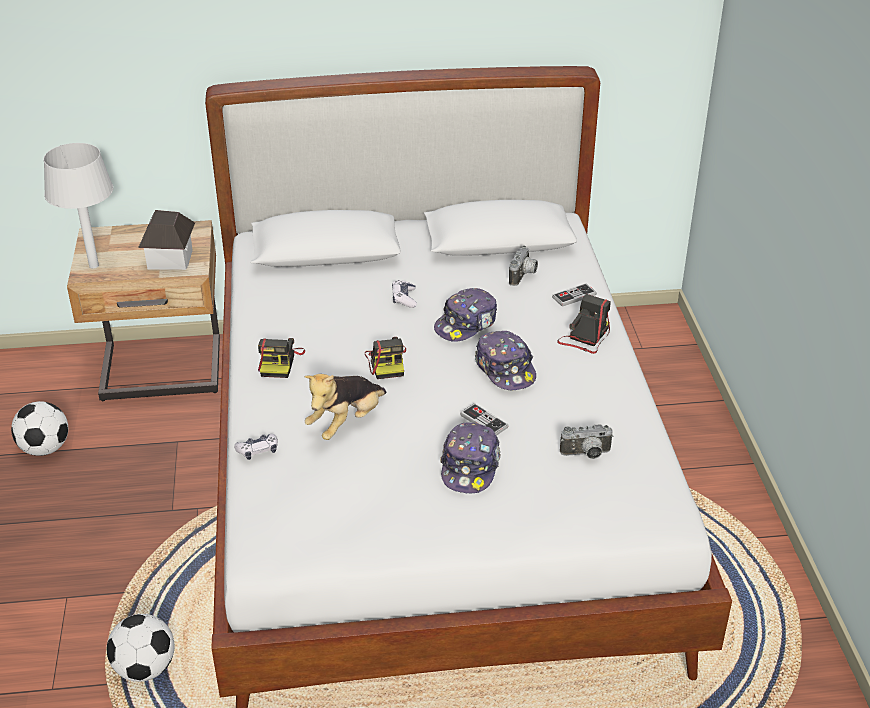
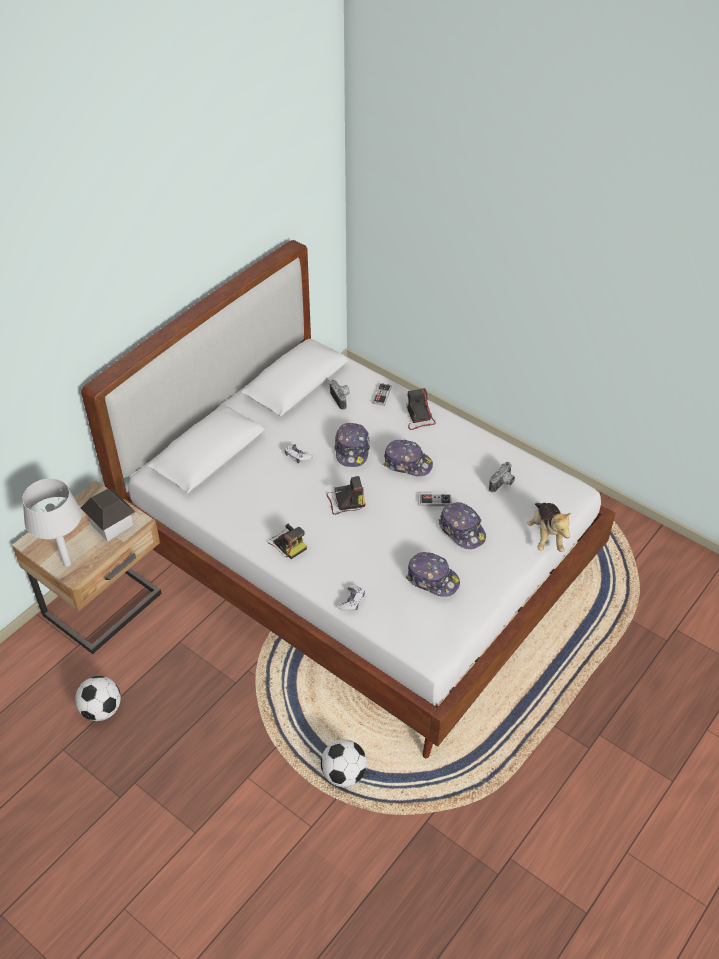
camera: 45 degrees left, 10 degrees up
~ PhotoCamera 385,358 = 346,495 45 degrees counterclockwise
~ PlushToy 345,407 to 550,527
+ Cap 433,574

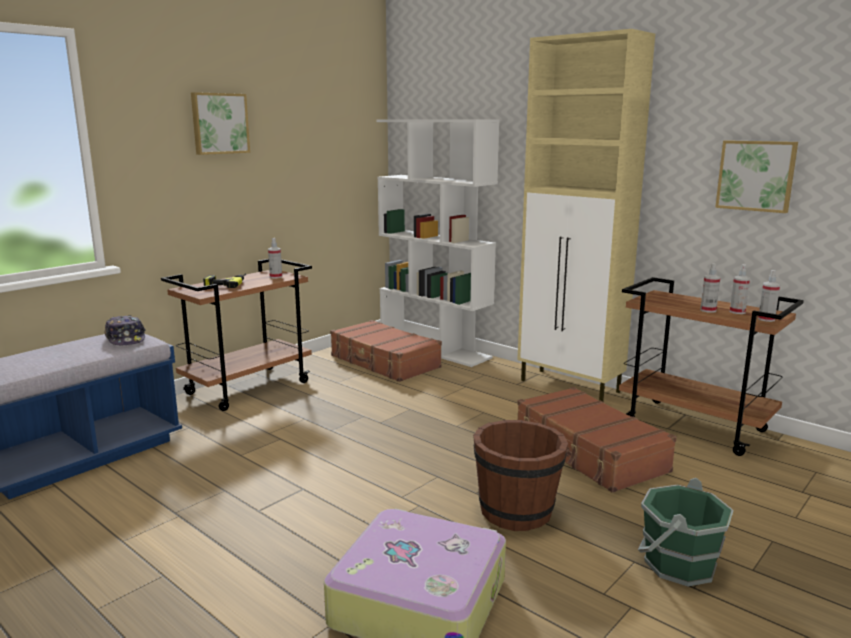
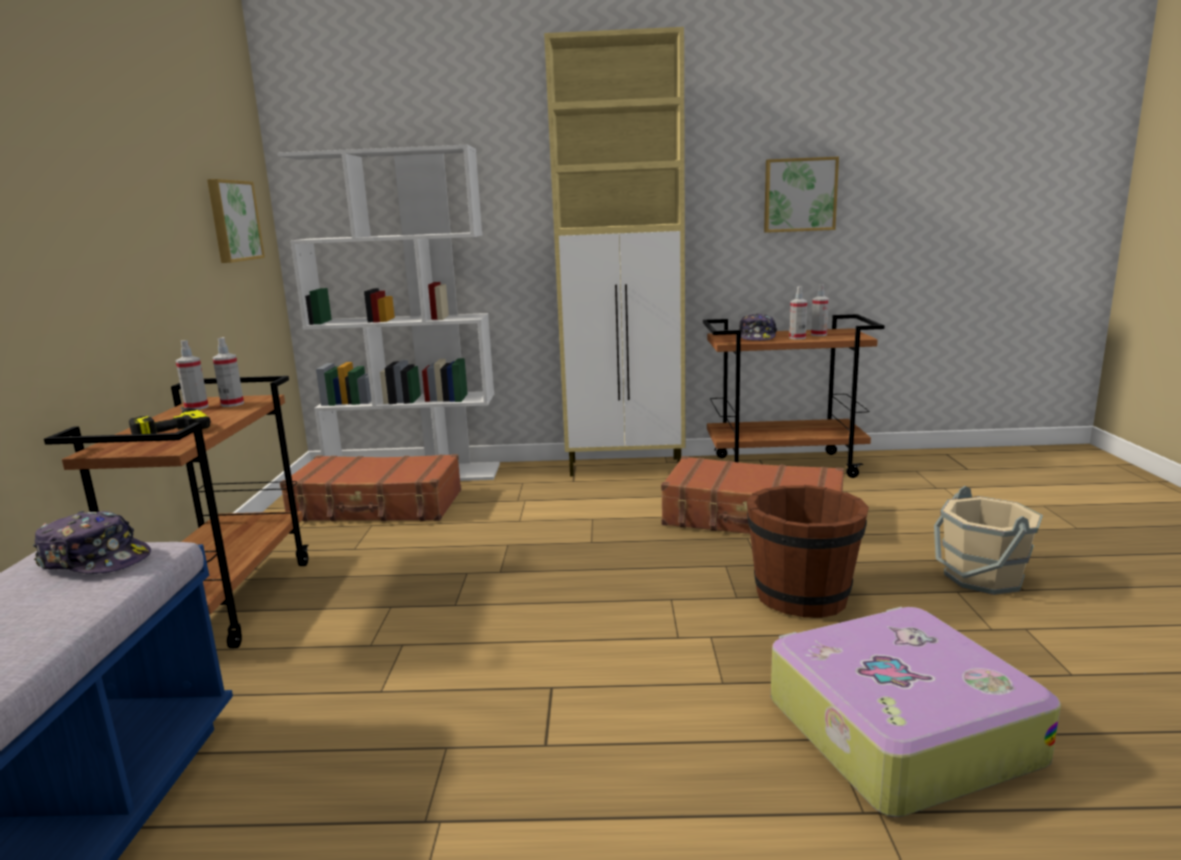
camera: 40 degrees left, 0 degrees up
~ Picture 220,123 to 236,221
~ SprayBottle 769,296 to 192,375
~ GreenBucket 686,532 to BeigeBucket 988,540
+ Cap 757,327

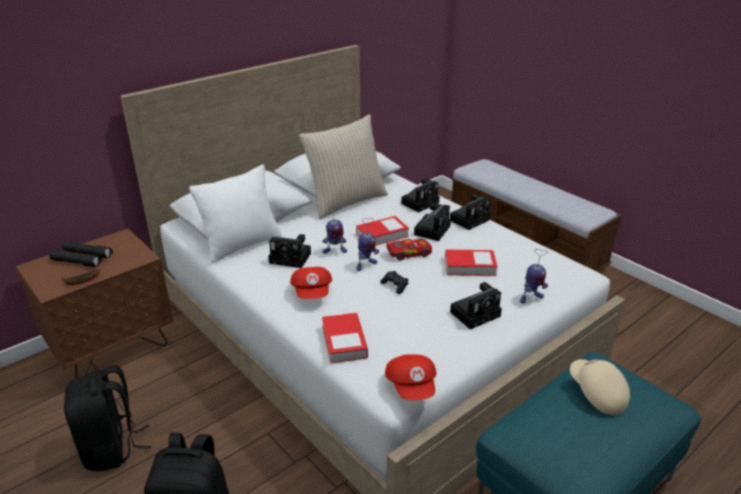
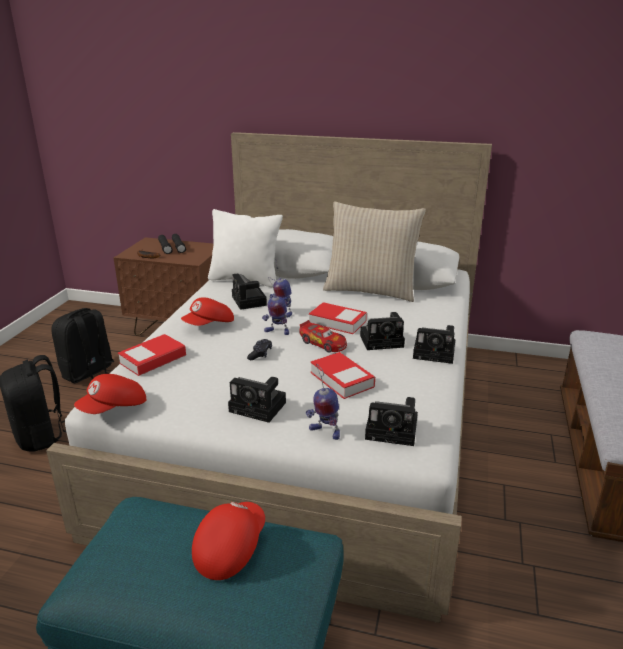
camera: 55 degrees right, 5 degrees down
~ PhotoCamera 420,195 to 391,421
~ BeigeCap 600,387 to RedCap 228,541

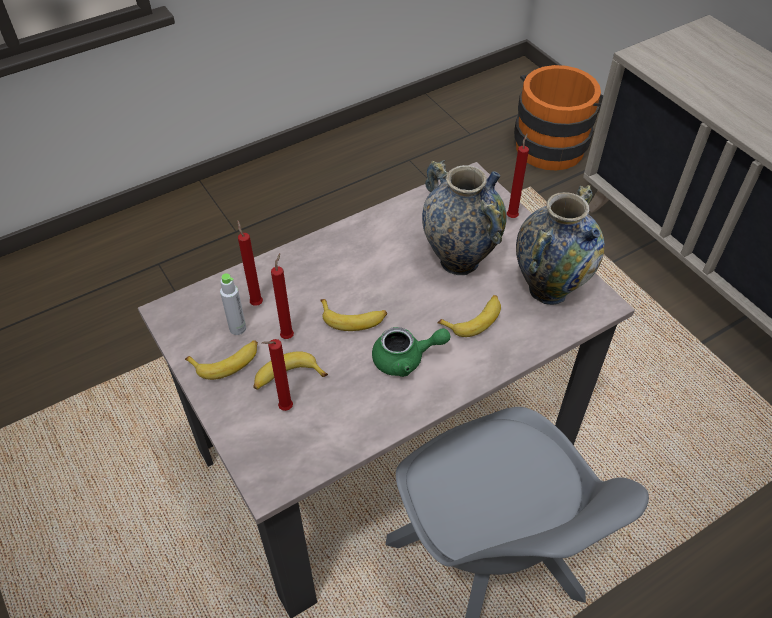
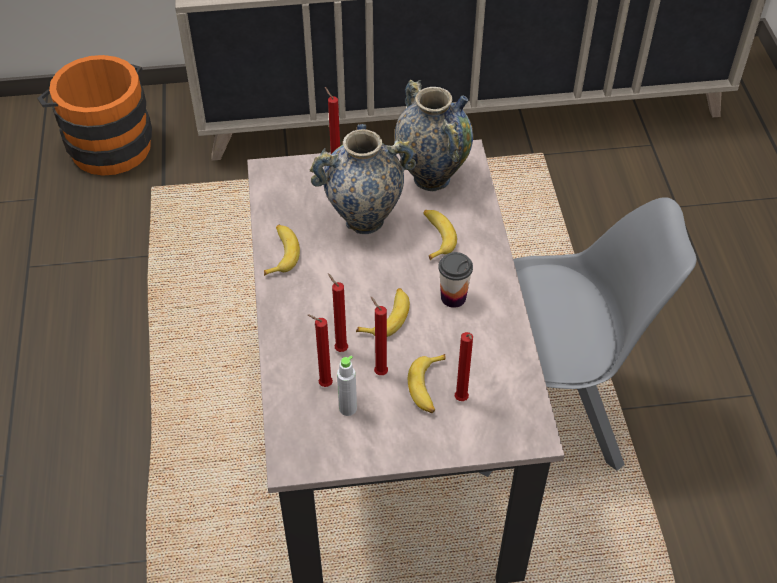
camera: 65 degrees left, 0 degrees up
~ GreenTeapot 411,352 to Cup 455,280
~ Banana 221,360 to 282,250
+ RedCandle 338,312

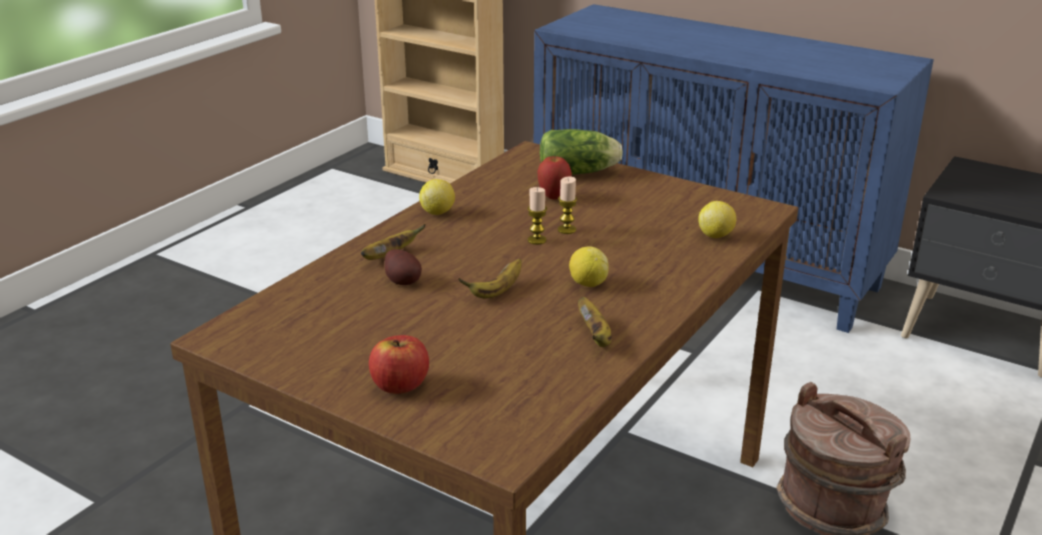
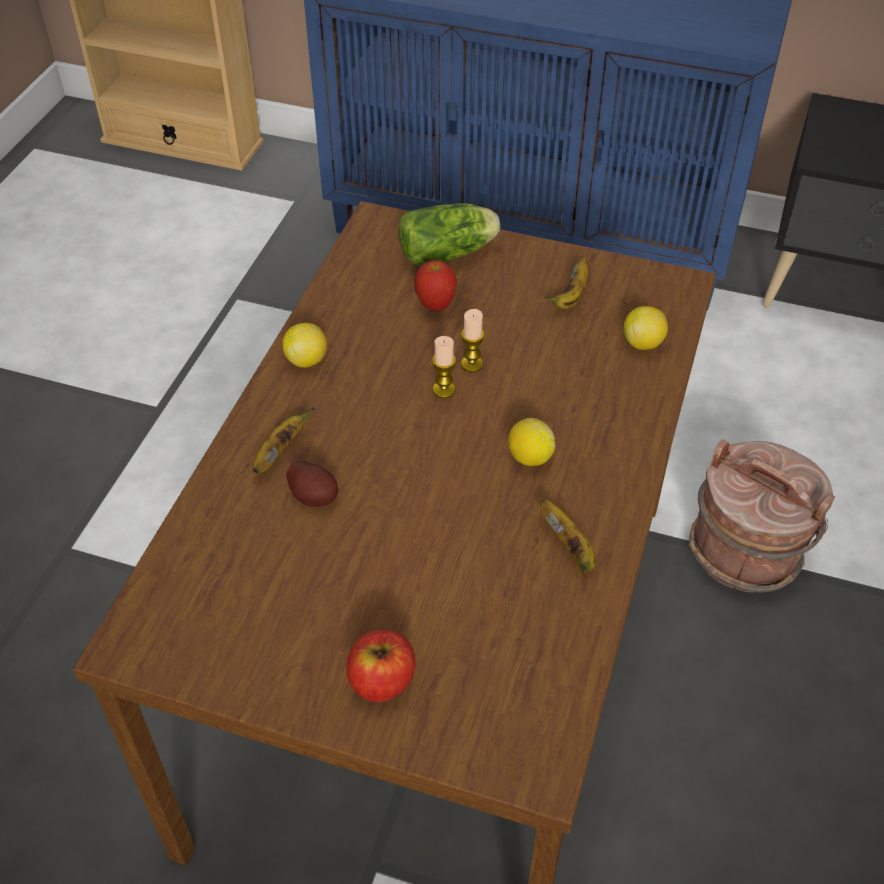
camera: 15 degrees left, 20 degrees up
~ Banana 490,278 to 566,282

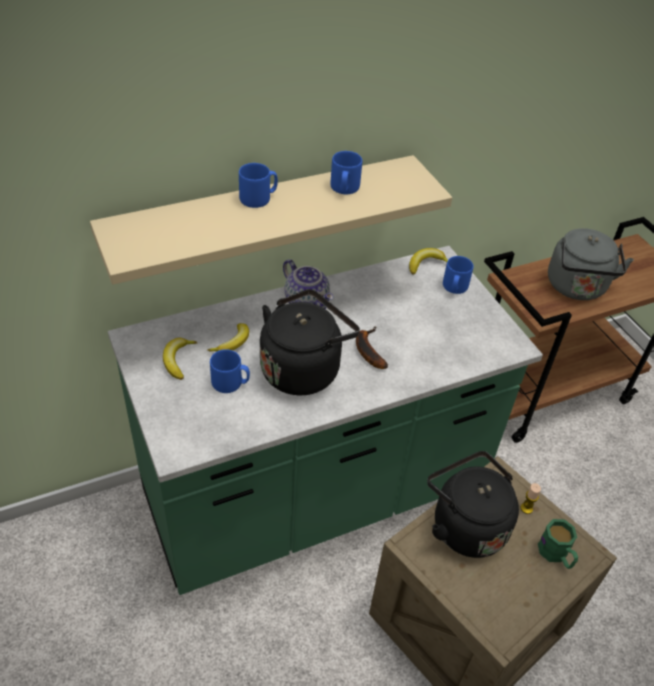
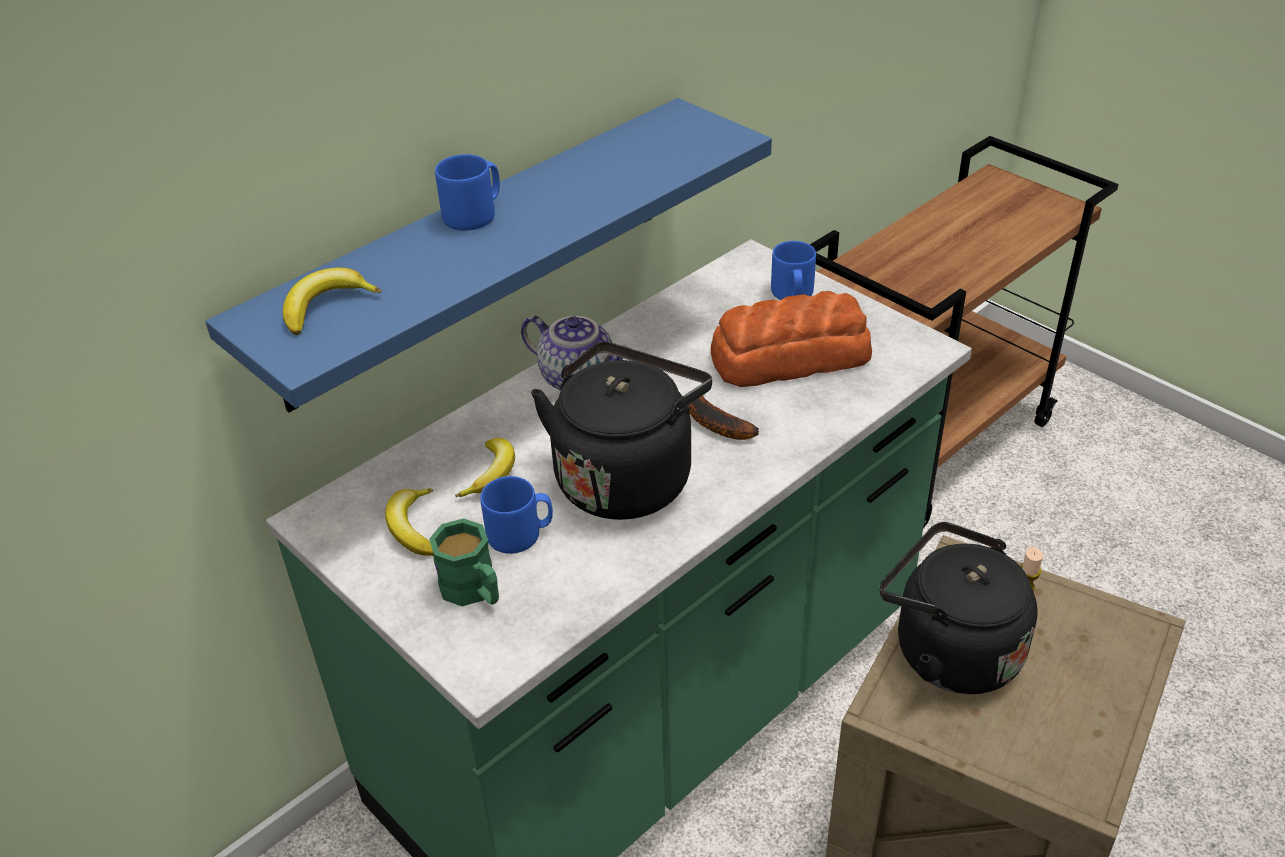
camera: 15 degrees left, 5 degrees down
- BlueMug 346,172
~ BeigeShelf 271,220 to BlueShelf 488,255
- GreyKettle 591,264
~ Banana 428,261 to 332,301
~ GreenMug 558,544 to 464,562
+ Bread 791,339

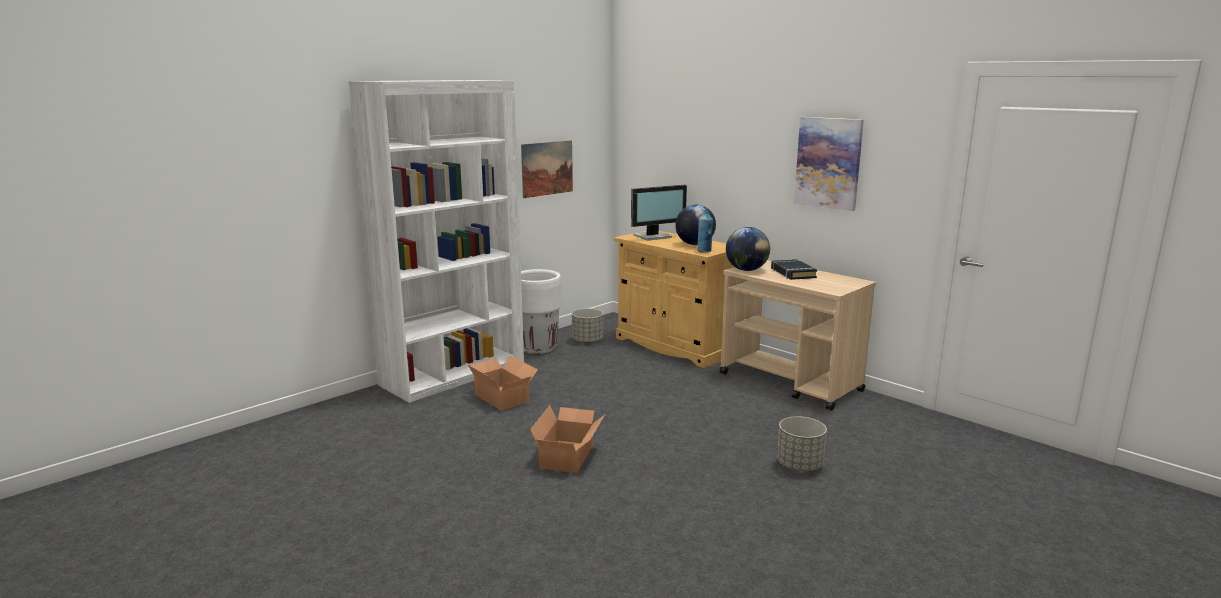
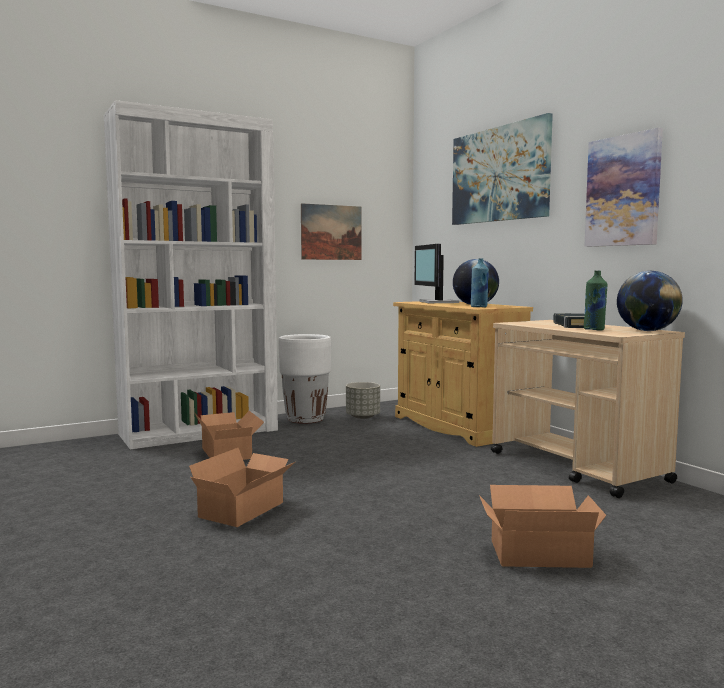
camera: 15 degrees right, 10 degrees down
~ Monitor 659,213 = 436,273 90 degrees clockwise
~ Globe 748,249 to 650,301
~ GreyPlanter 802,443 to CardboardBox 543,526
+ Picture 502,169
+ GreenBottle 596,301

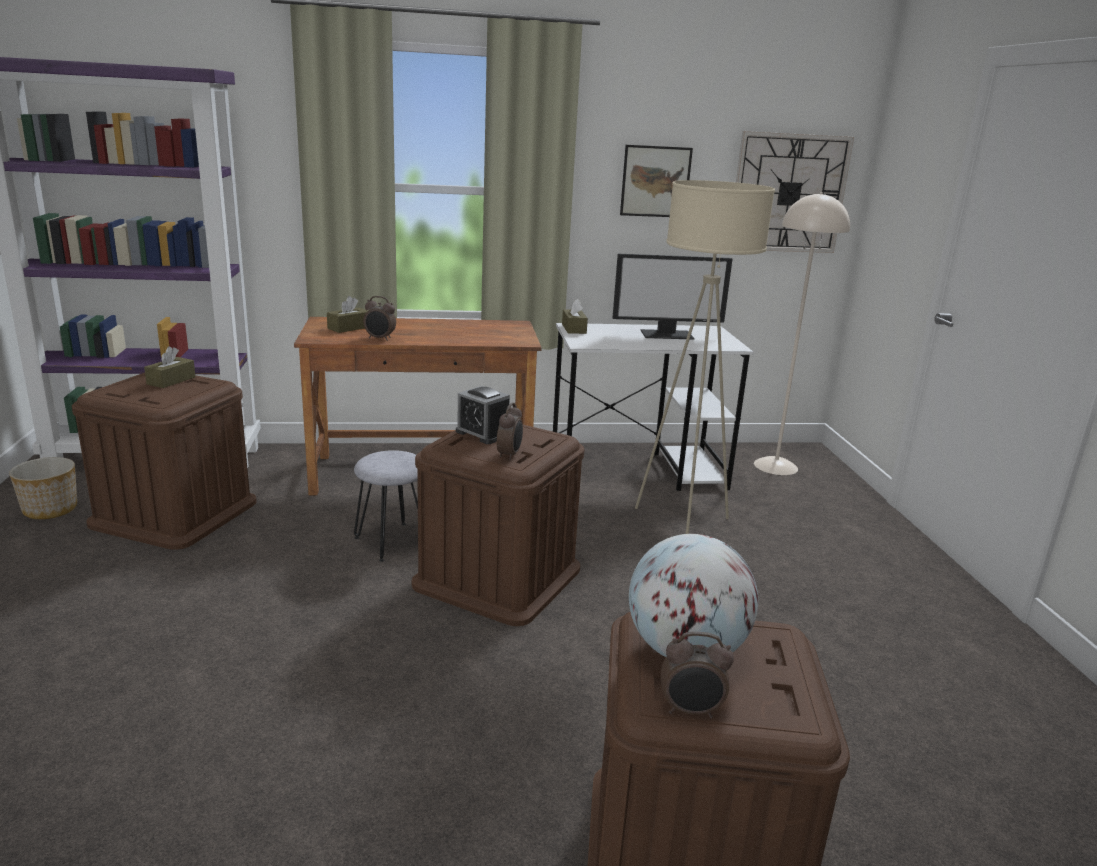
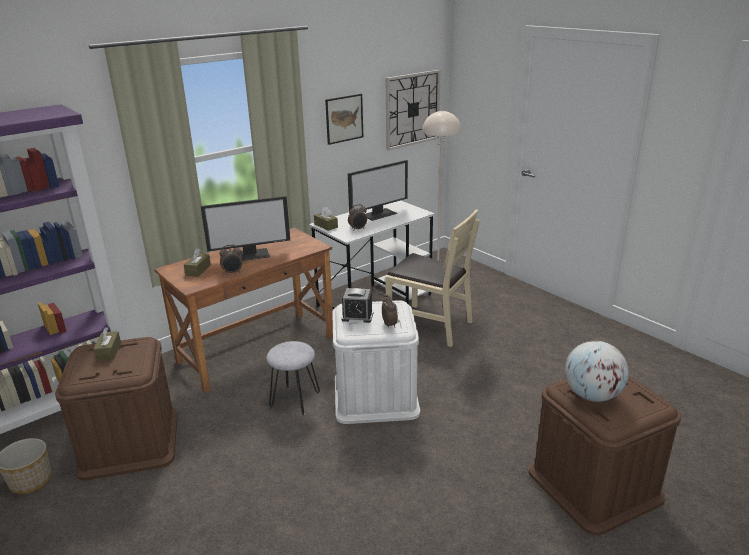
camera: 30 degrees left, 5 degrees up
~ BeigeFloorLamp 705,357 to BeigeChair 432,278
~ BrownStorageBox 498,525 to WhiteStorageBox 376,362
~ AlarmClock 697,674 to 357,217
+ Monitor 245,228

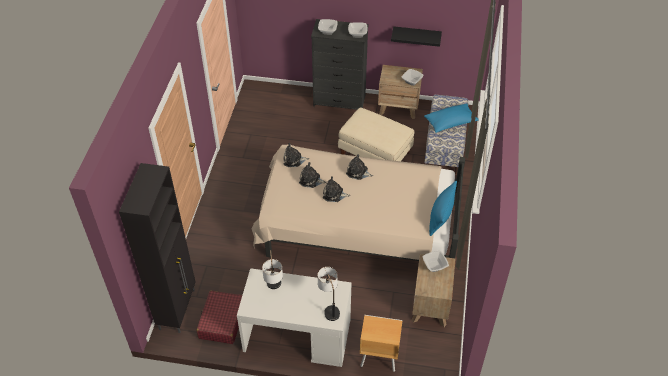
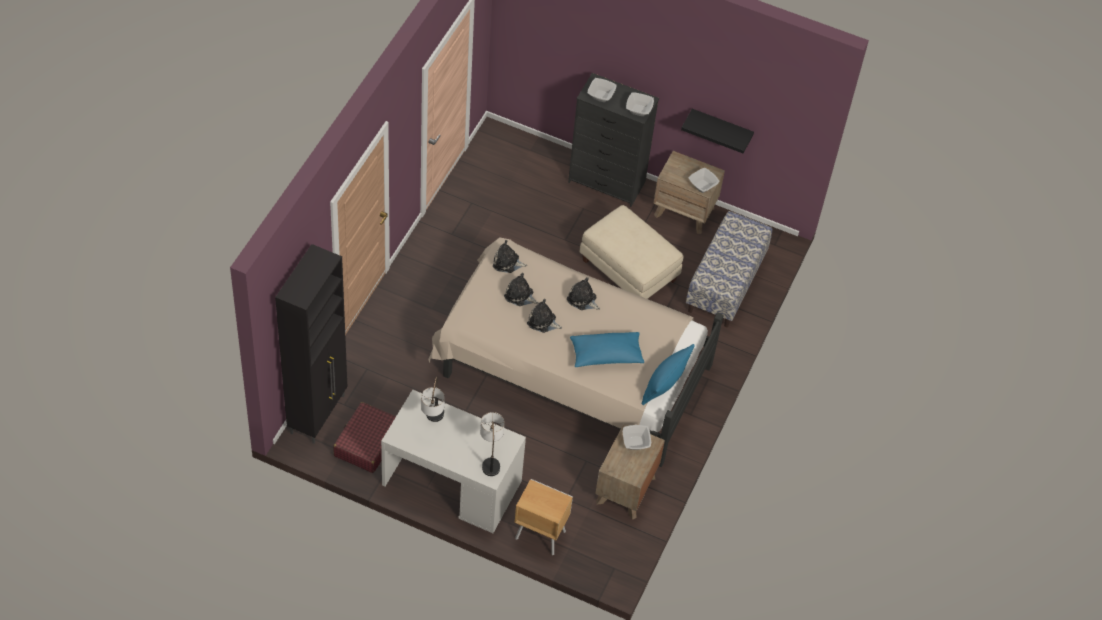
camera: 10 degrees right, 5 degrees up
~ BluePillow 451,118 to 607,349

